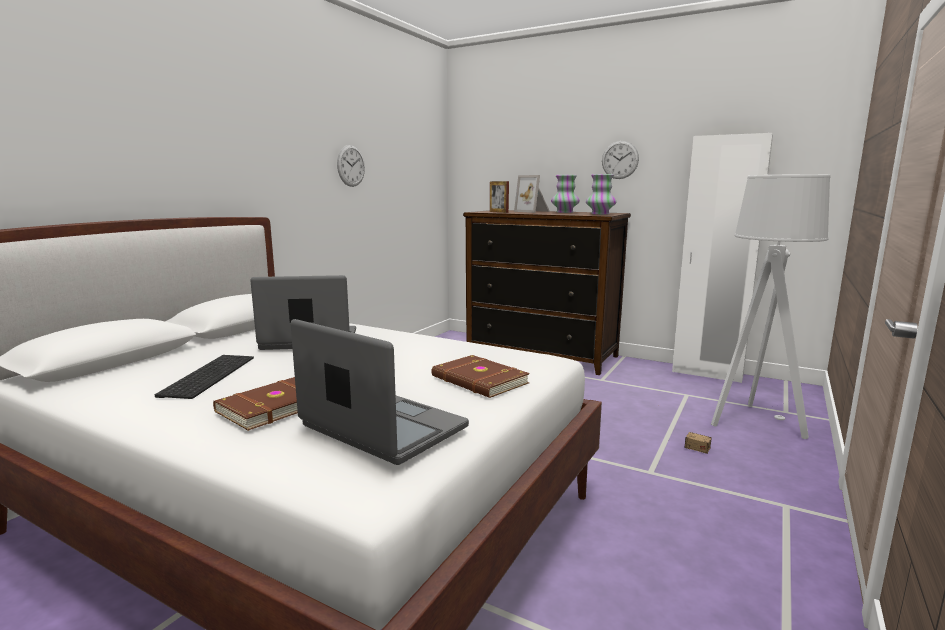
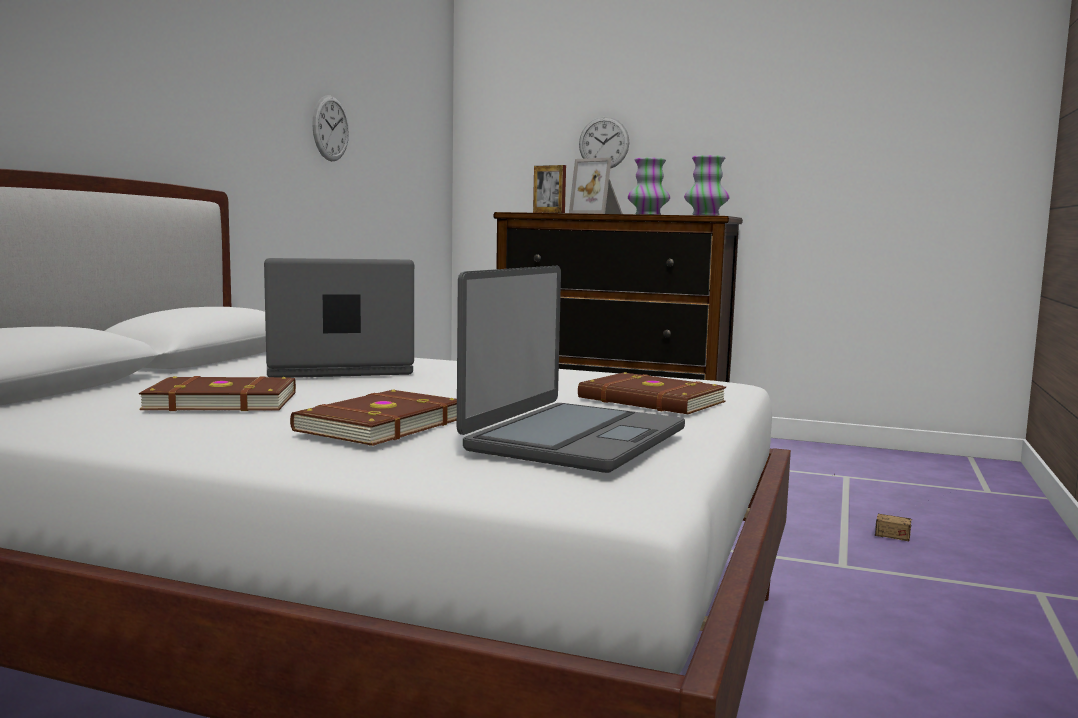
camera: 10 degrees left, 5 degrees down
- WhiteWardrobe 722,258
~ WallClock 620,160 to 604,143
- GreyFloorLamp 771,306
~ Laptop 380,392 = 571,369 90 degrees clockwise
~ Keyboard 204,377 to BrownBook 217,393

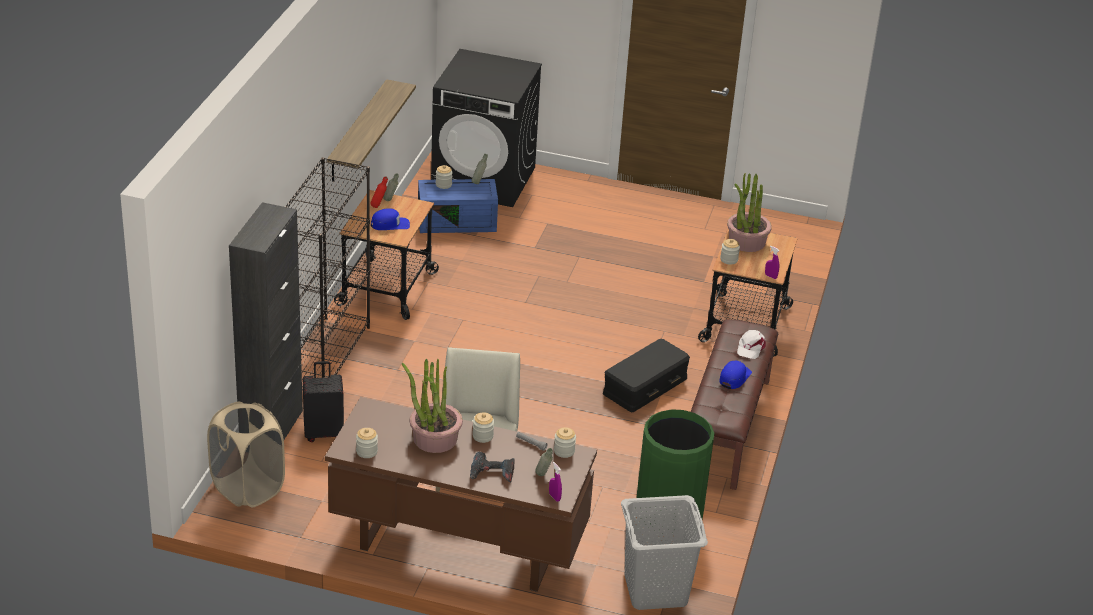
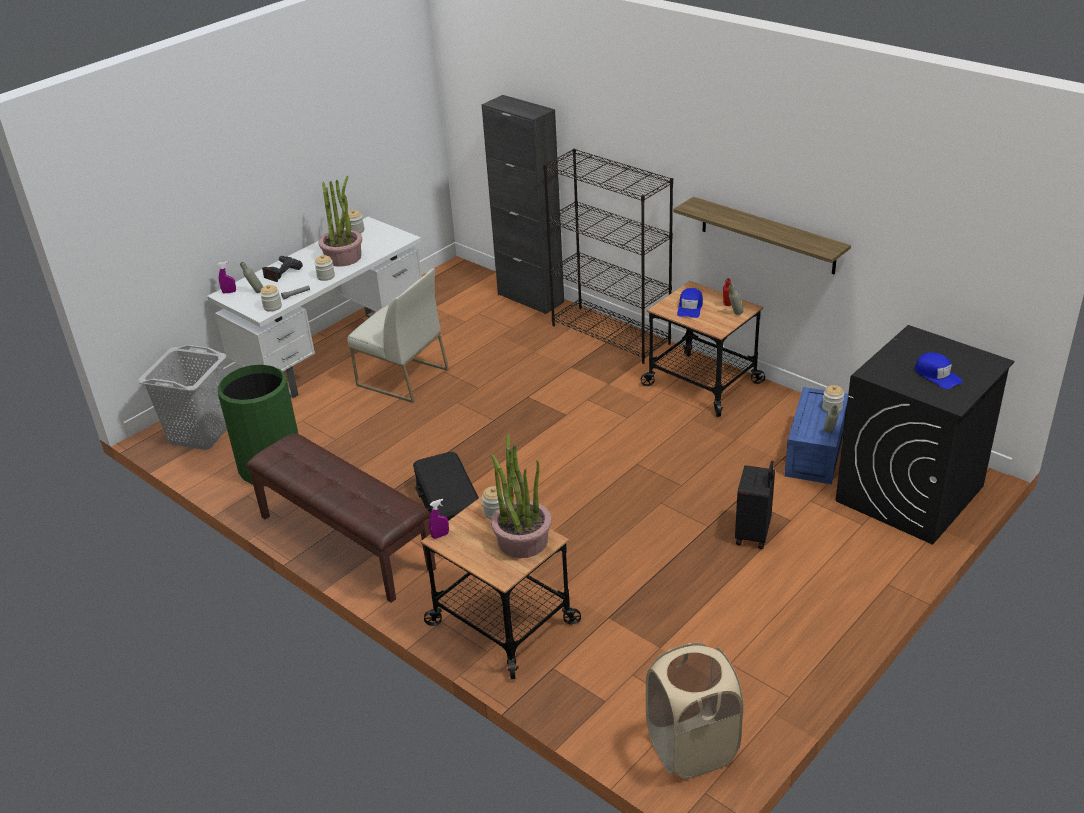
camera: 120 degrees right, 0 degrees up
- WhiteCap 751,344
~ BlackSuitcase 323,401 to 755,505
~ BlueCap 735,375 to 939,371
~ BrownDesk 461,494 to WhiteDesk 314,307
~ BeigeLaundryBasket 246,455 to 694,711

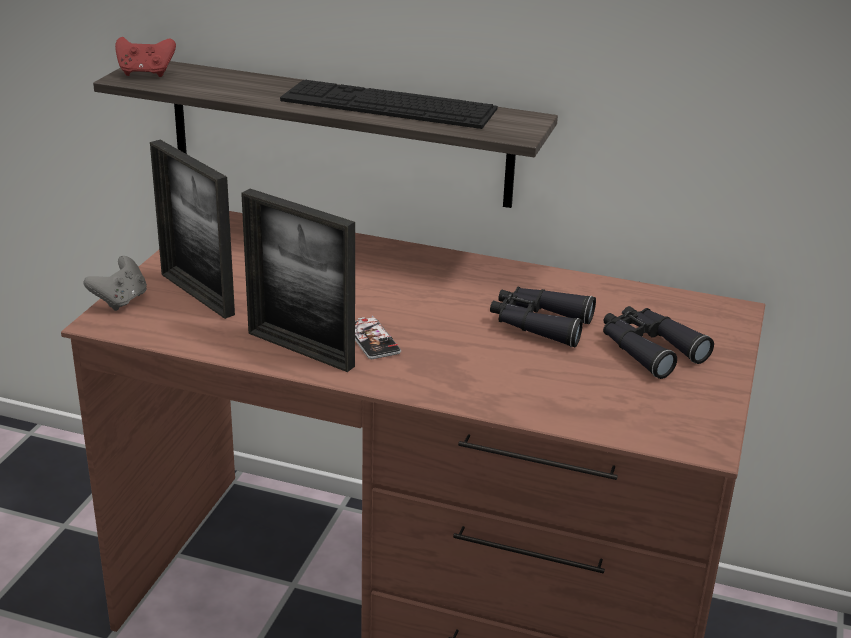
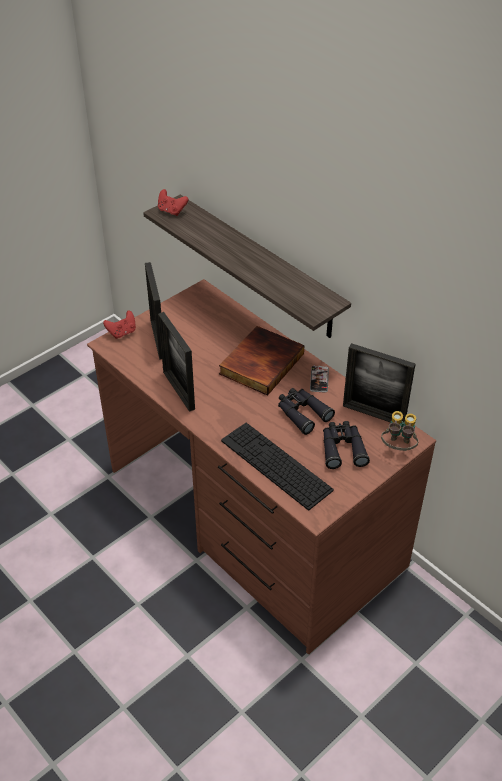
camera: 30 degrees right, 15 degrees up
~ Keyboard 389,104 to 277,467
~ GreyGameController 115,283 to RedGameController 119,325
~ Phone 378,337 to 319,379
+ Book 261,361
+ PictureFrame 379,382
+ Binoculars 400,431

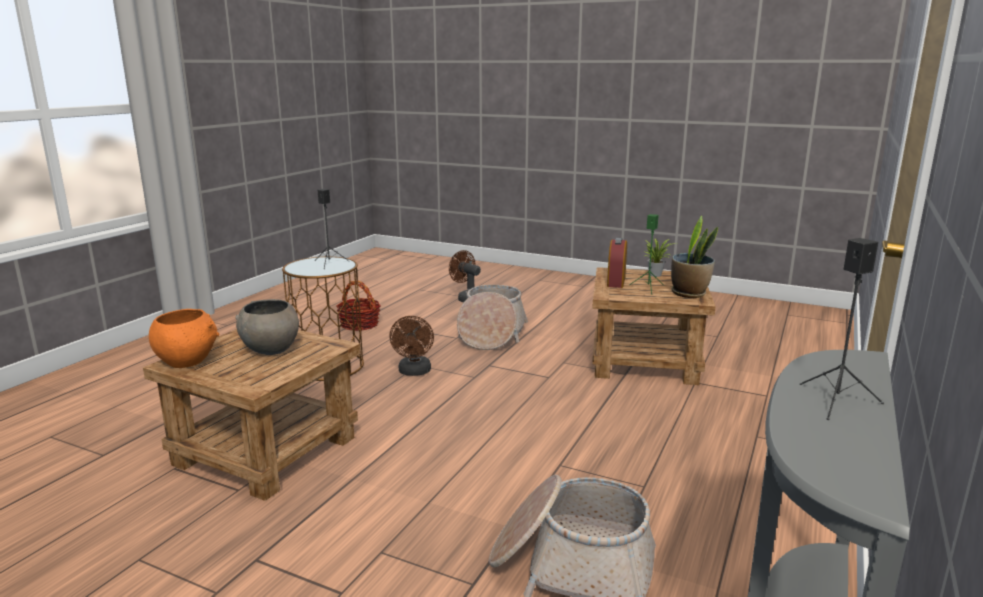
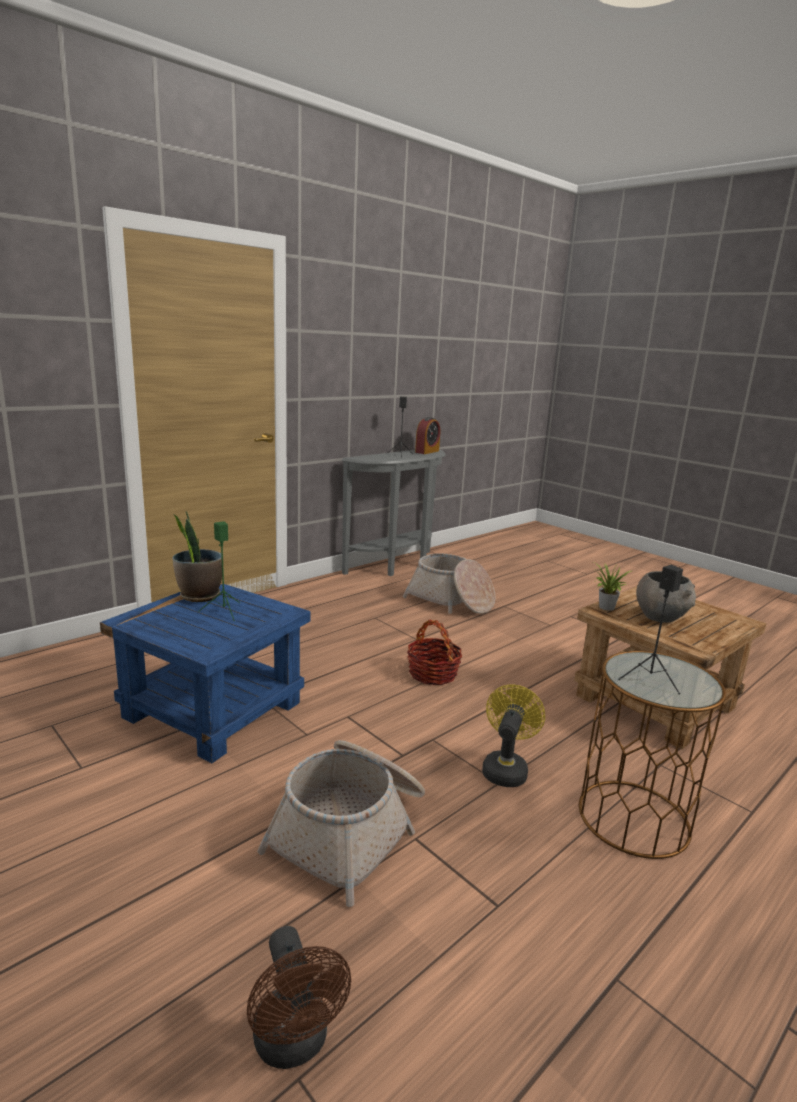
camera: 160 degrees left, 0 degrees up
~ AlarmClock 617,263 to 427,435
~ PottedPlant 660,257 to 612,586
~ BrownSideTable 654,326 to BlueSideTable 205,673
~ Basket 359,306 to 434,652
- OrangeBowl 184,338
~ BrownFan 411,346 to YellowFan 513,735

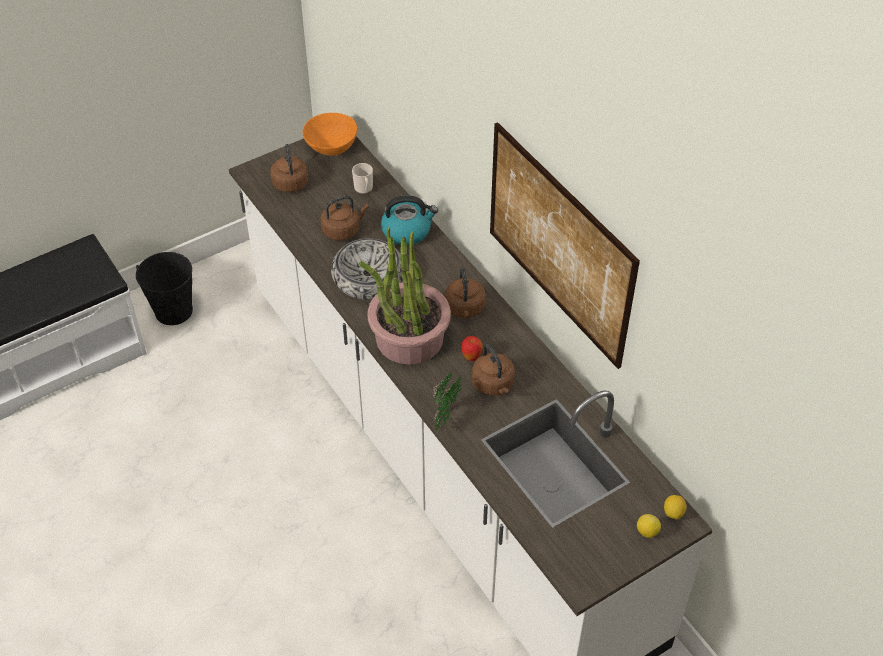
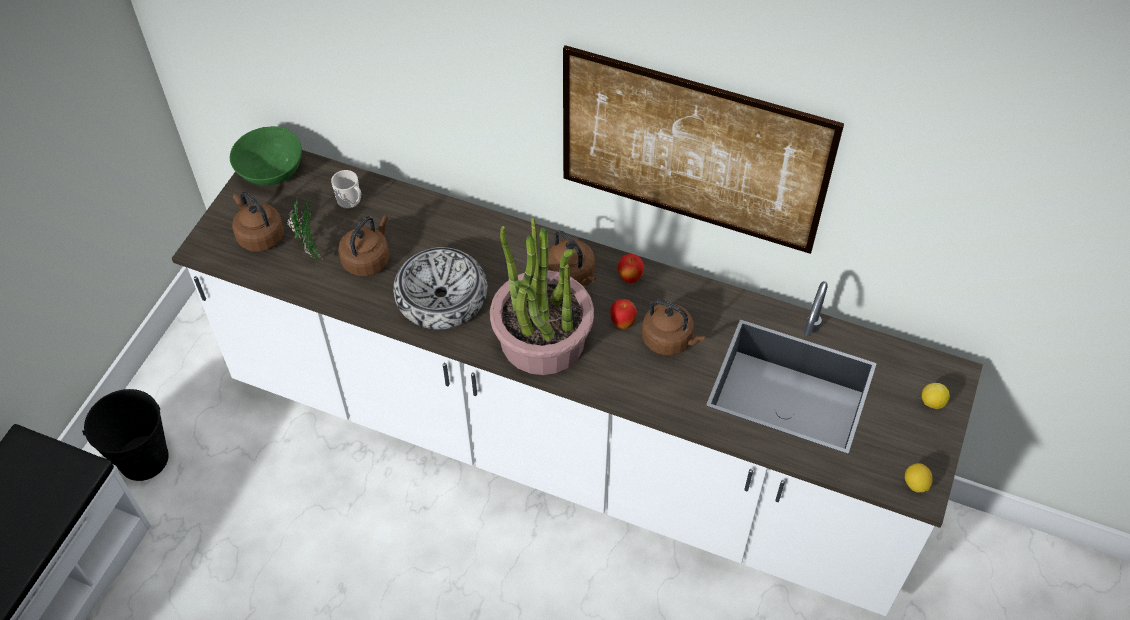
camera: 35 degrees left, 5 degrees up
~ OrangeBowl 330,134 to GreenBowl 266,156
- Kettle 409,220
~ PottedPlant 447,402 to 304,232
~ Lemon 675,507 to 918,477
+ Apple 630,269

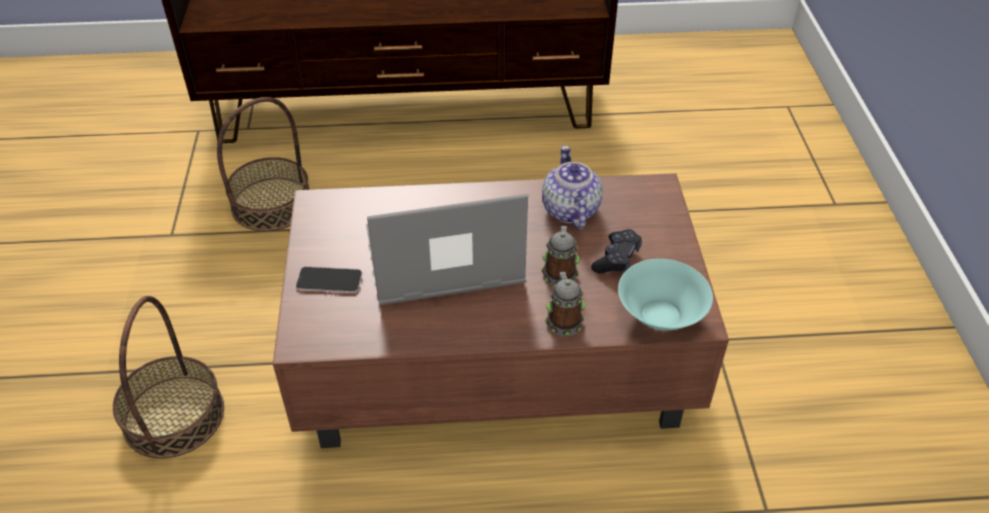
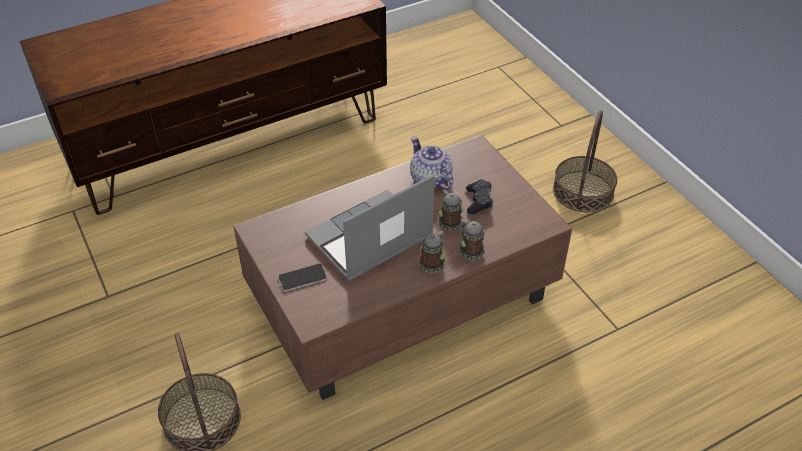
camera: 25 degrees left, 0 degrees up
~ Basket 263,164 to 585,161
- TurquoiseBowl 665,295
+ Mug 432,252

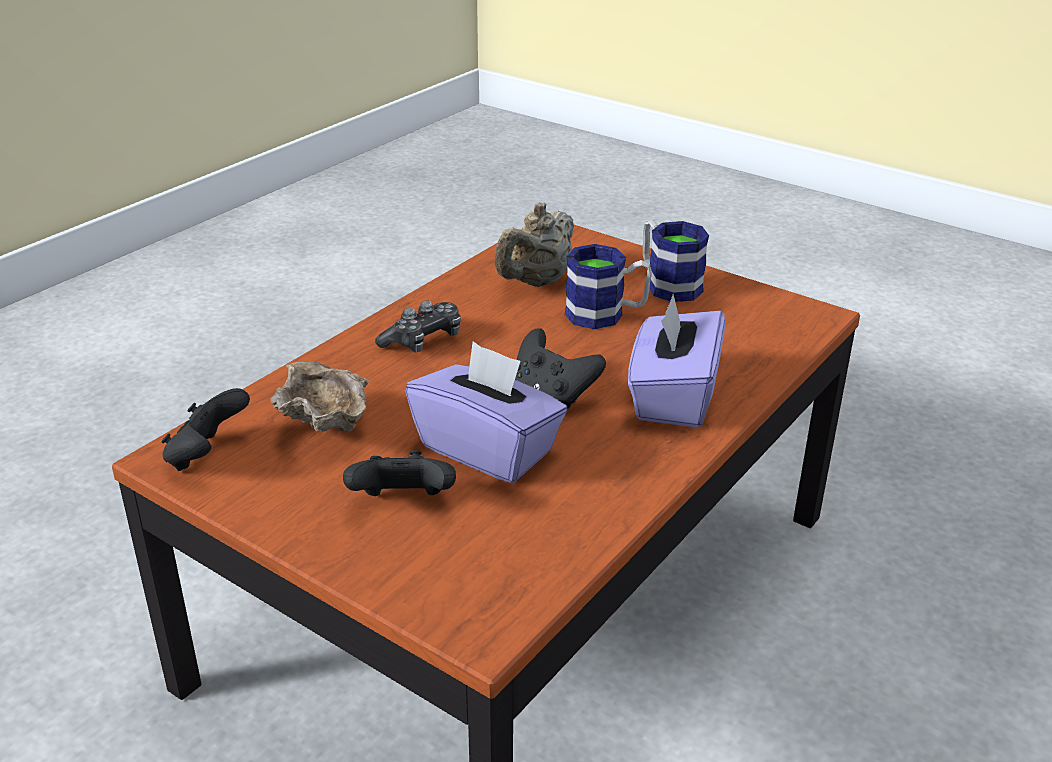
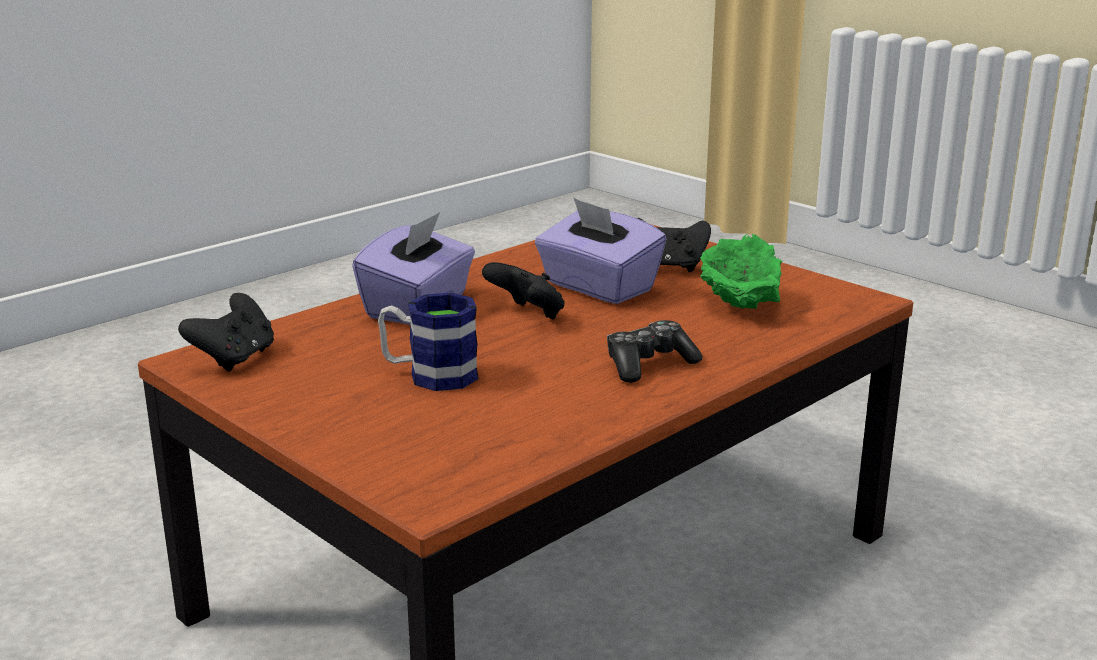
camera: 170 degrees left, 10 degrees down
- BeigeTeapot 534,244
- Mug 676,261
~ BeigeBowl 319,396 to GreenBowl 741,271
~ BlackGameController 206,429 to 226,332

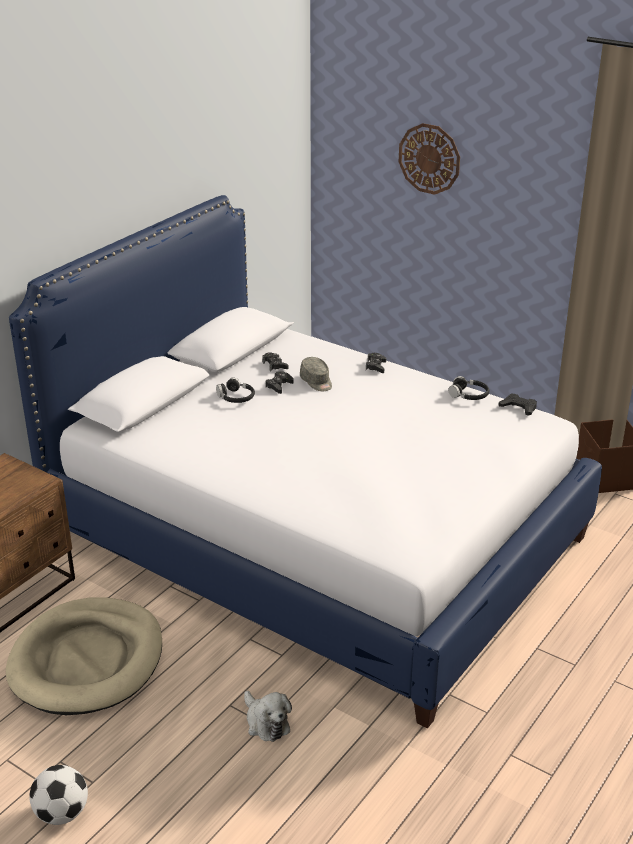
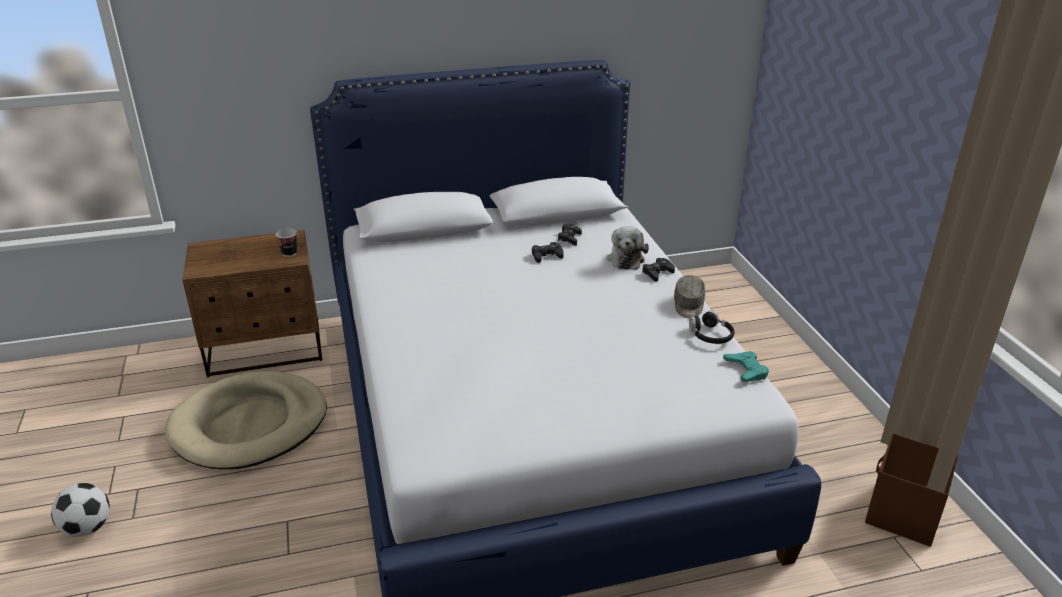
camera: 40 degrees right, 0 degrees up
- WallClock 429,159
~ GreyCap 316,374 to 689,296
- BlackHeadphones 235,390
~ BlackGameController 518,405 to TurquoiseGameController 746,366
~ PlushToy 268,716 to 628,248
+ Cup 286,242

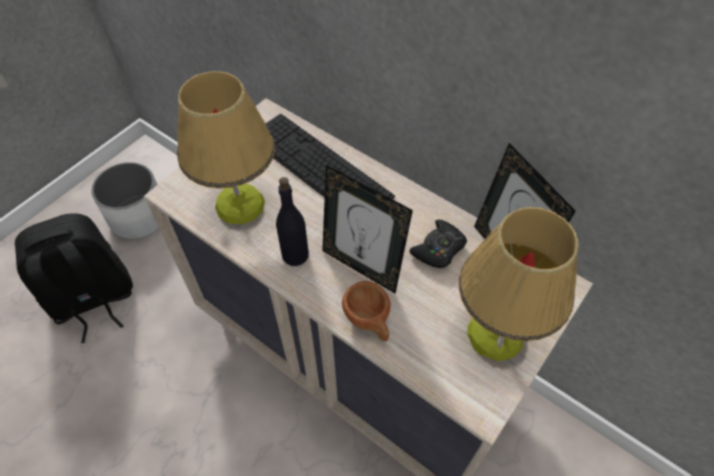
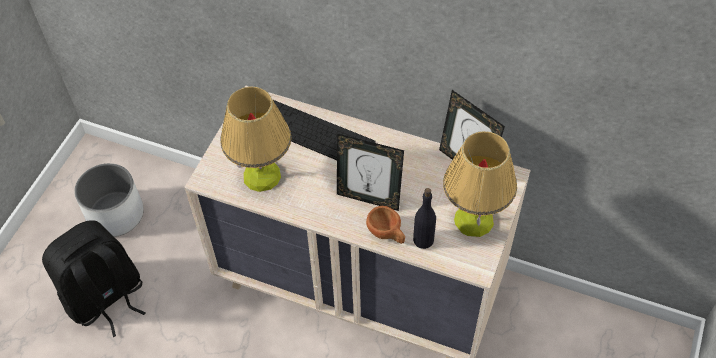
camera: 15 degrees left, 0 degrees up
~ BlackBottle 292,221 to 424,218
- BlackGameController 438,244

